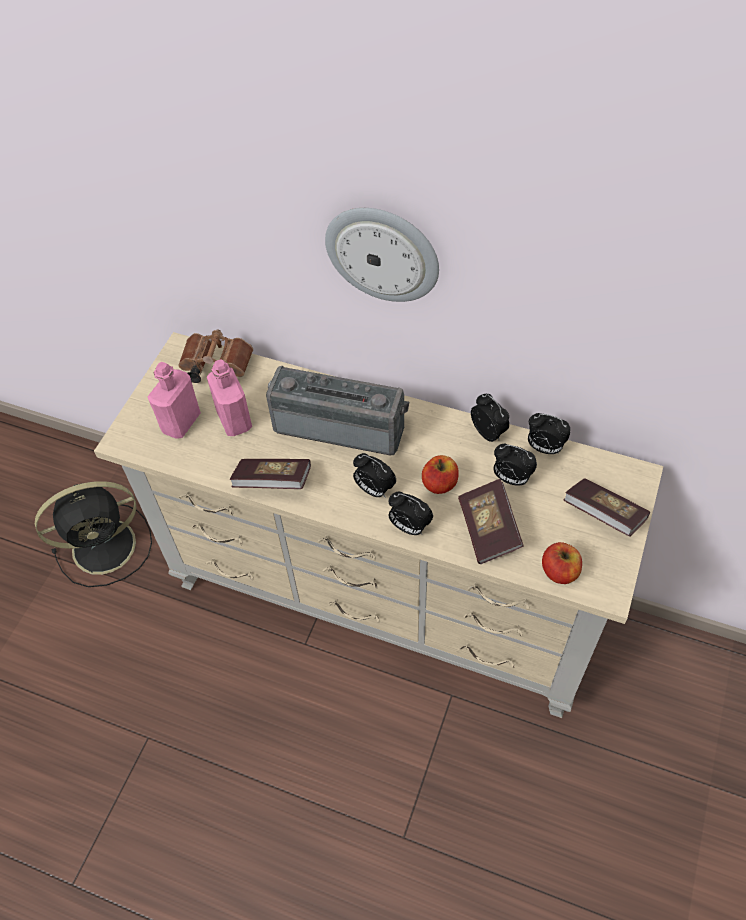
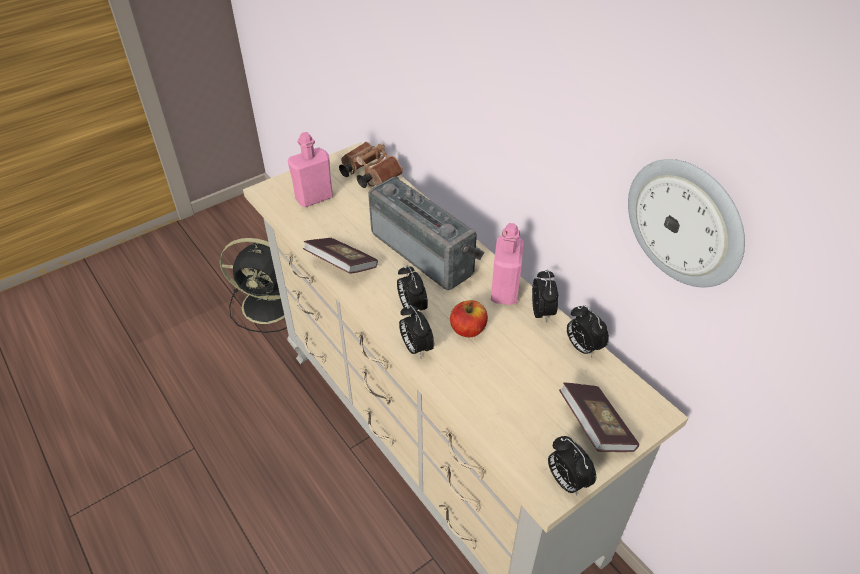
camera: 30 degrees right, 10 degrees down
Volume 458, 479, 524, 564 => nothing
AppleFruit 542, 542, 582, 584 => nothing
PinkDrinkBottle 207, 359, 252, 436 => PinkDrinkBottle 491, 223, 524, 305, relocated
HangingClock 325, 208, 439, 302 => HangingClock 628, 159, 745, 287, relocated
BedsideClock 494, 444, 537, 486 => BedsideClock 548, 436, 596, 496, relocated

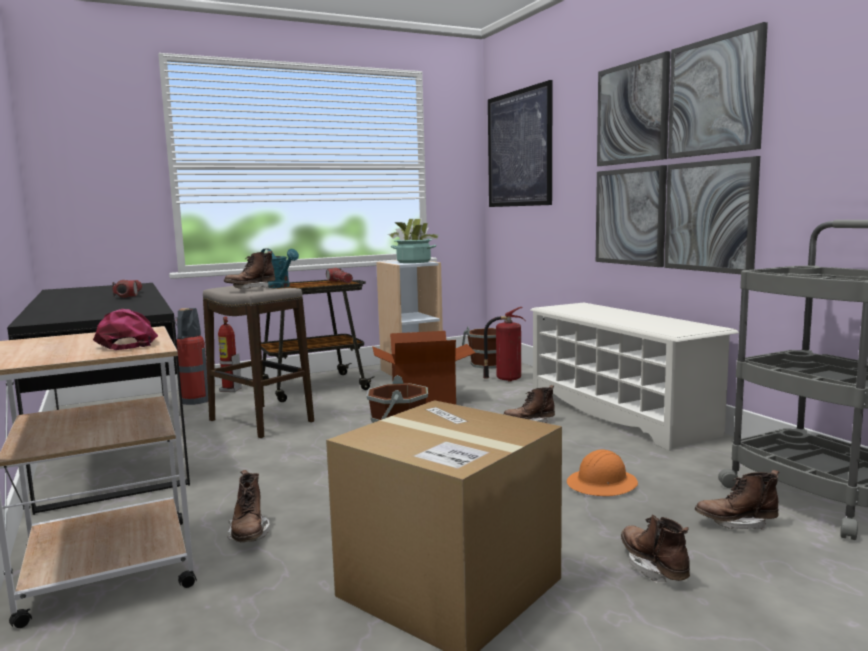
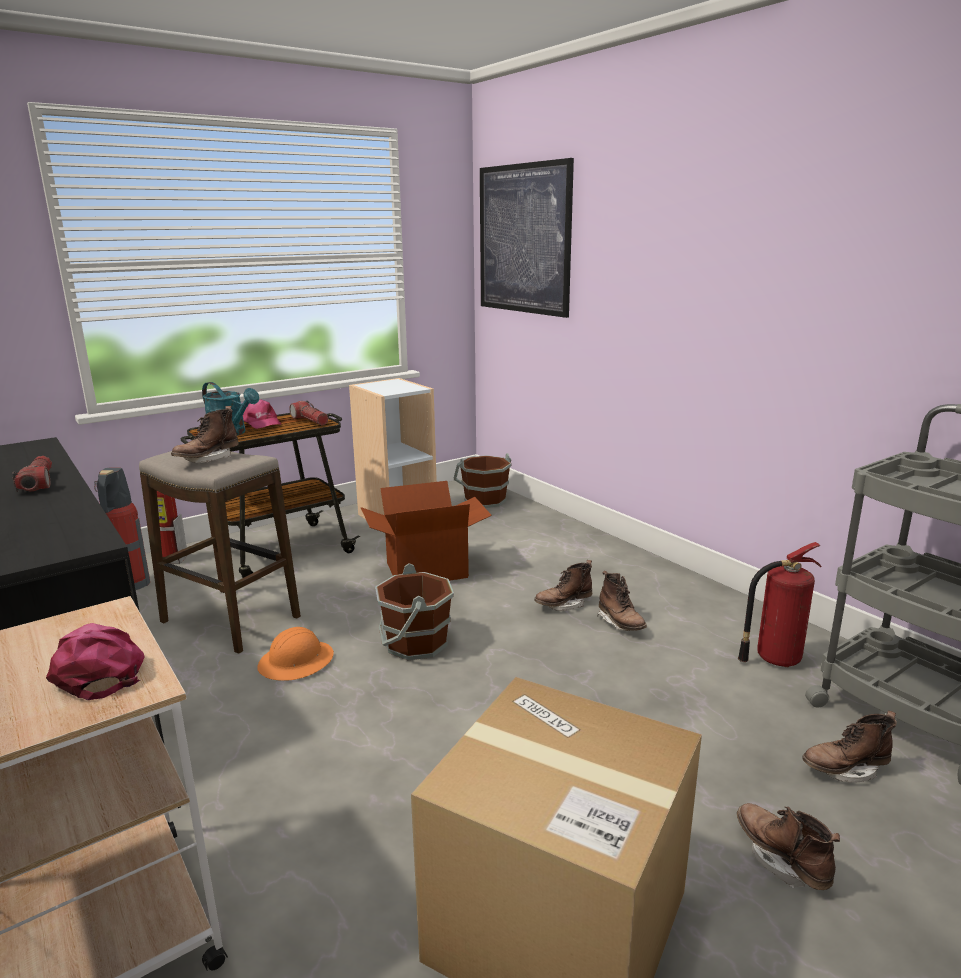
camera: 10 degrees left, 10 degrees up
Houseplant 388, 219, 439, 263 => nothing
WhiteShoeShelf 531, 303, 739, 451 => nothing
WallArt 596, 22, 768, 274 => nothing
nothing => PinkPeakedCap 243, 399, 281, 429
BrownishHighTopBoot 227, 470, 270, 542 => BrownishHighTopBoot 597, 571, 647, 631, relocated
FireExtinguisher 483, 307, 526, 382 => FireExtinguisher 738, 542, 822, 667, relocated
OrangeColouredSafetyHelmet 567, 449, 638, 496 => OrangeColouredSafetyHelmet 257, 627, 334, 681, relocated

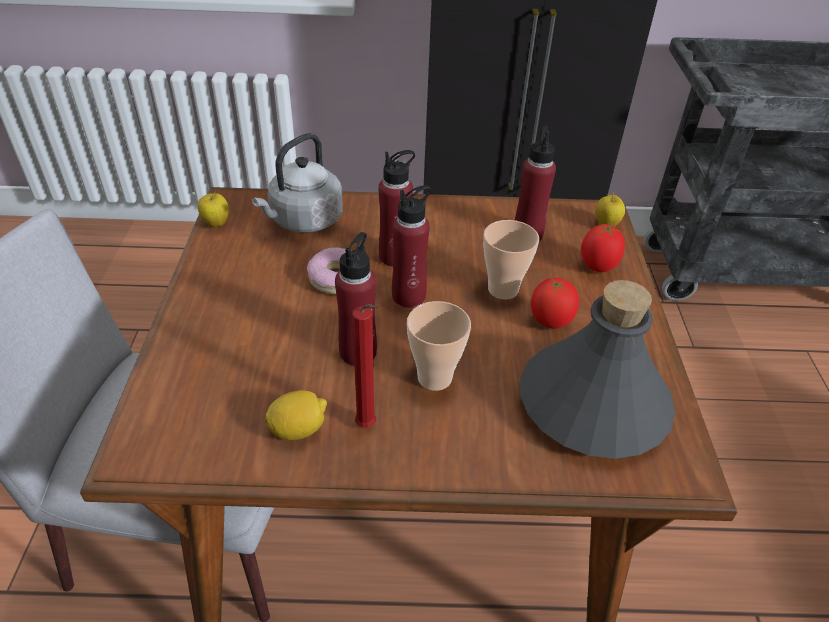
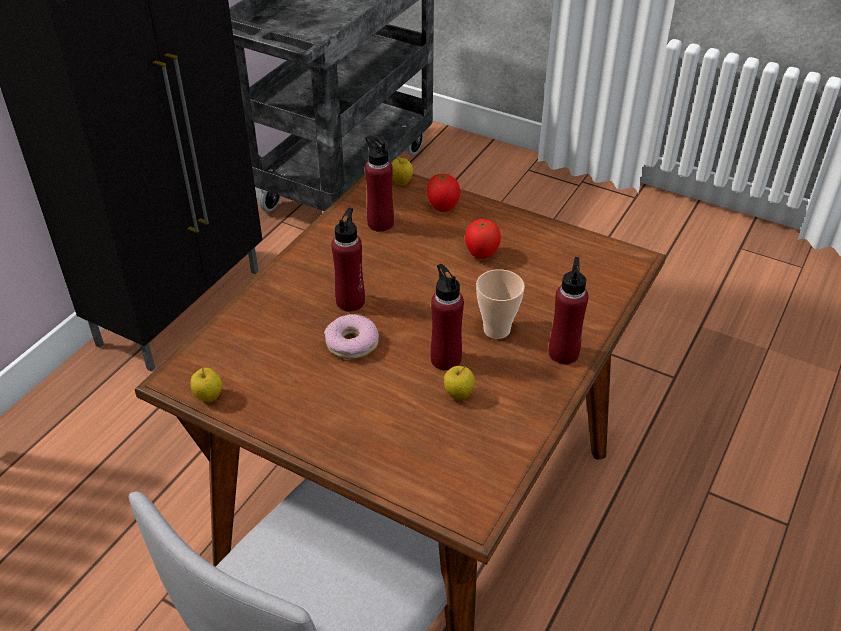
camera: 60 degrees left, 0 degrees up
GrayWaterKettle 252, 133, 343, 233 => nothing
CitrusFruit 265, 390, 327, 440 => nothing
ReddishWaxLight 352, 304, 378, 428 => nothing
DrinkingCup 483, 220, 539, 300 => nothing
GrayDrinkBottle 520, 280, 675, 459 => nothing
nothing => AppleFruit 444, 366, 475, 400
ReddishDrinkBottle 392, 185, 432, 308 => ReddishDrinkBottle 549, 257, 589, 365, relocated

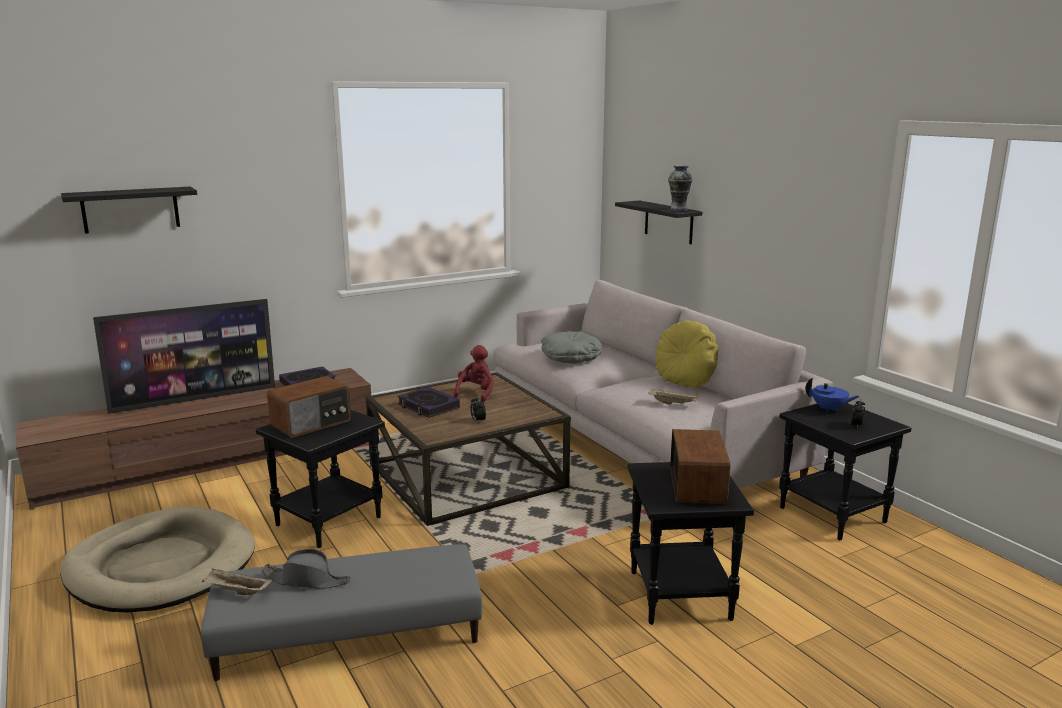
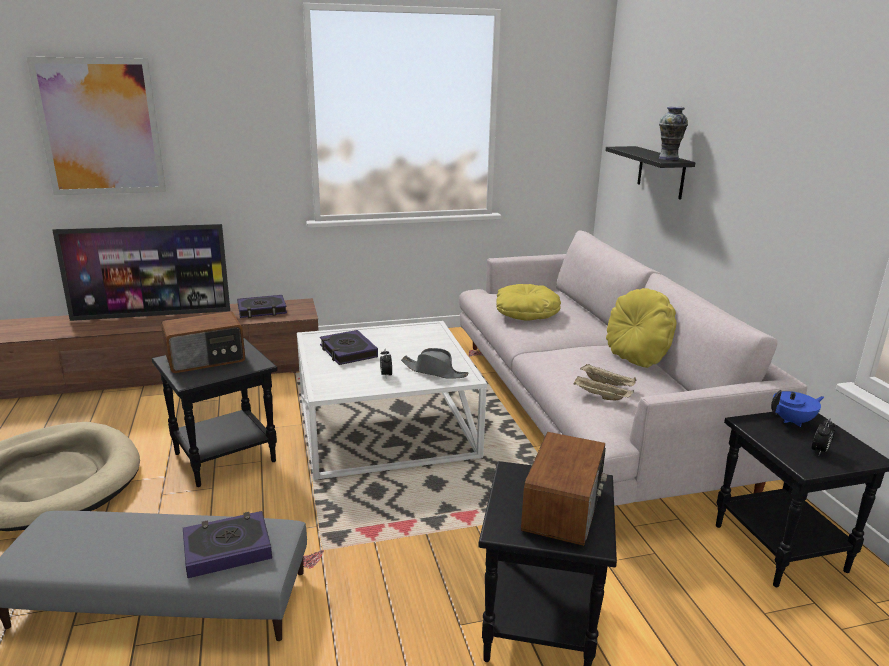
camera: 15 degrees right, 5 degrees up
ReddishSoftToy 453, 345, 494, 403 => nothing
nothing => Volume 183, 511, 272, 578
BeigeColouredServingTray 202, 569, 272, 595 => BeigeColouredServingTray 573, 376, 634, 400, relocated
GrayHat 261, 549, 351, 589 => GrayHat 401, 348, 468, 379, relocated
BlackBracketShelf 61, 187, 197, 234 => WallArt 27, 57, 166, 195
BrownishLoungeTable 366, 373, 571, 526 => WhiteLoungeTable 297, 321, 487, 480
GrayPillow 541, 331, 602, 363 => YellowishPillow 496, 284, 561, 321
BlueColouredTeaPot 806, 378, 860, 412 => BlueColouredTeaPot 771, 390, 824, 427, 60 degrees counterclockwise

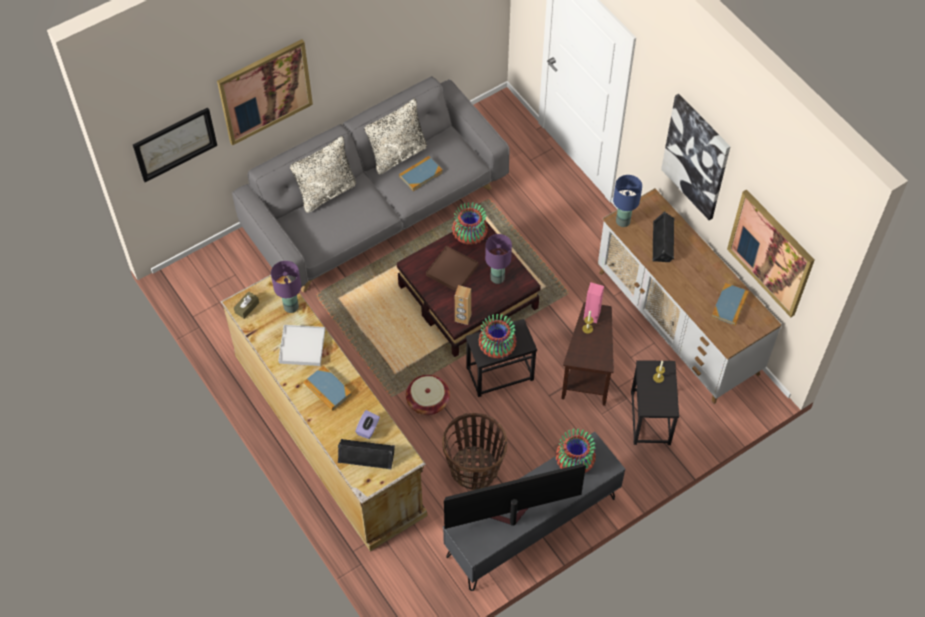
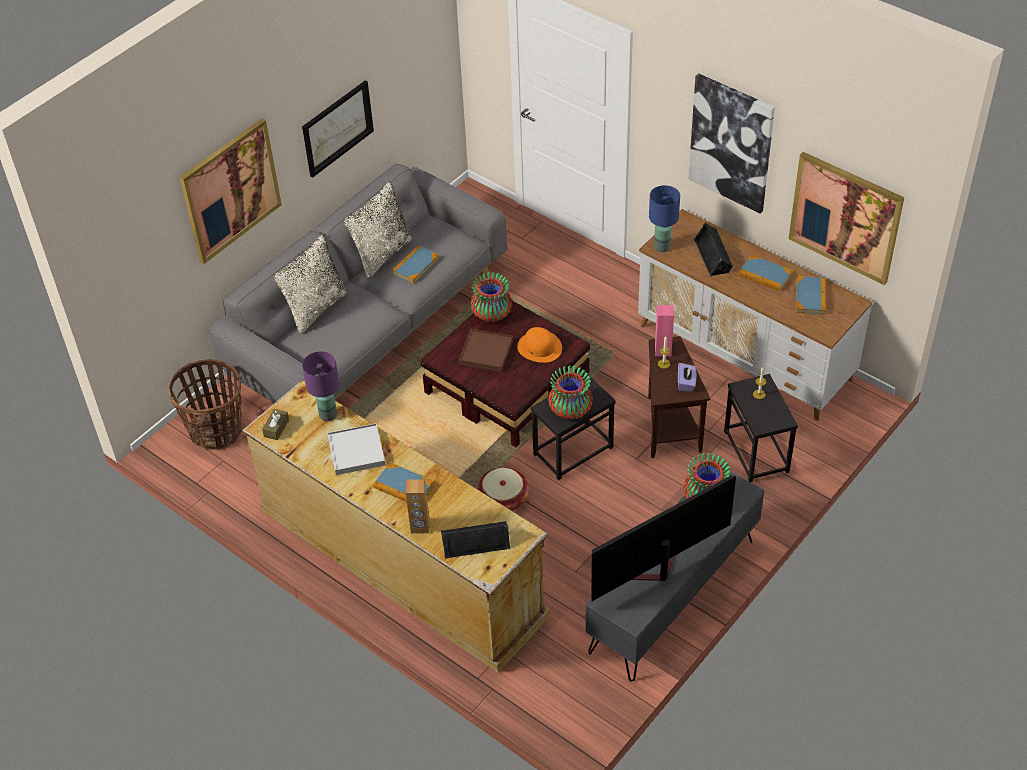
camera: 15 degrees left, 10 degrees down
nothing => Volume 738, 255, 793, 291
WallArt 133, 107, 217, 182 => WallArt 302, 80, 374, 178, relocated
PurplishBoxOfTissues 355, 410, 380, 439 => PurplishBoxOfTissues 678, 363, 696, 392, relocated
StorageBasket 442, 413, 507, 490 => StorageBasket 169, 359, 242, 449, relocated
BrownishAudioSpeaker 455, 285, 471, 325 => BrownishAudioSpeaker 406, 479, 430, 534, relocated
PurplishTabletopLamp 485, 234, 512, 284 => OrangeColouredHat 517, 327, 562, 363

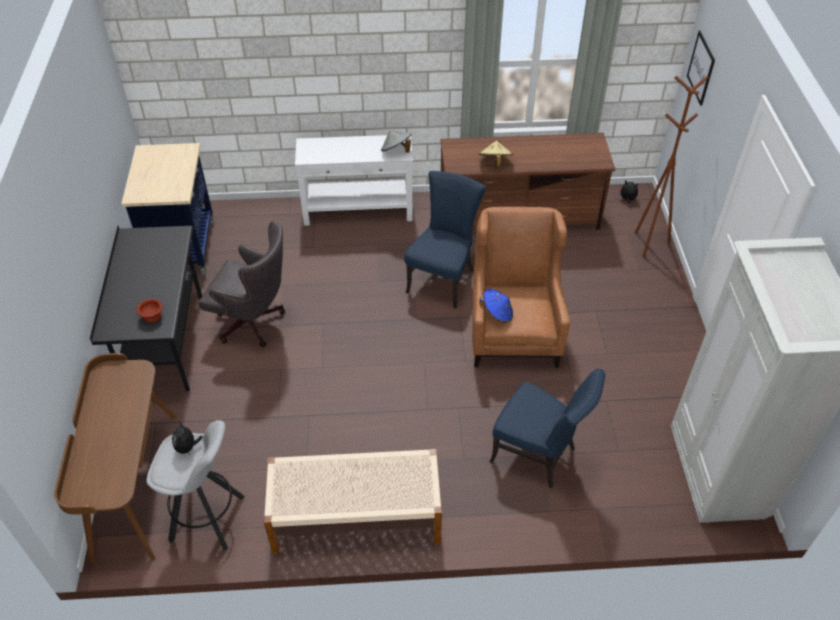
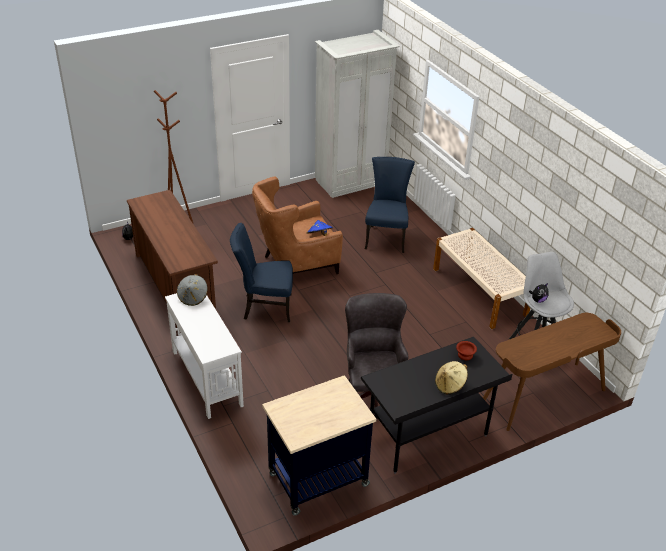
camera: 115 degrees left, 10 degrees down
WallArt 687, 31, 715, 106 => nothing
BeigeColouredHat 478, 141, 514, 169 => BeigeColouredHat 435, 361, 468, 395, relocated

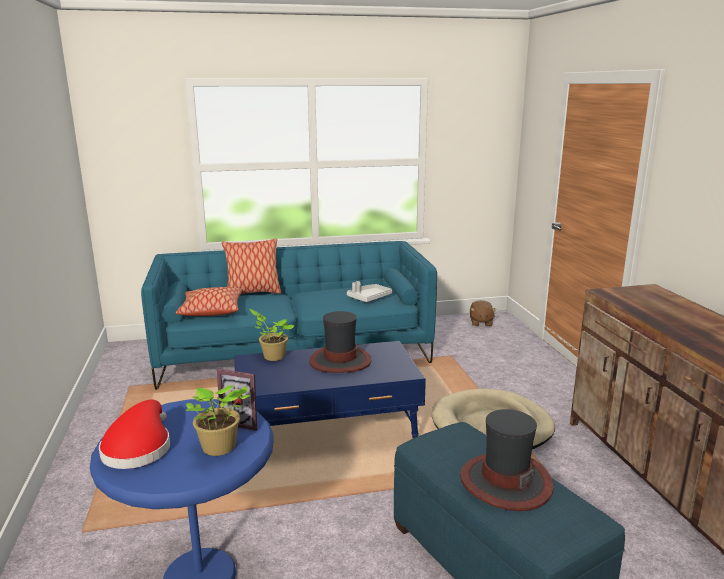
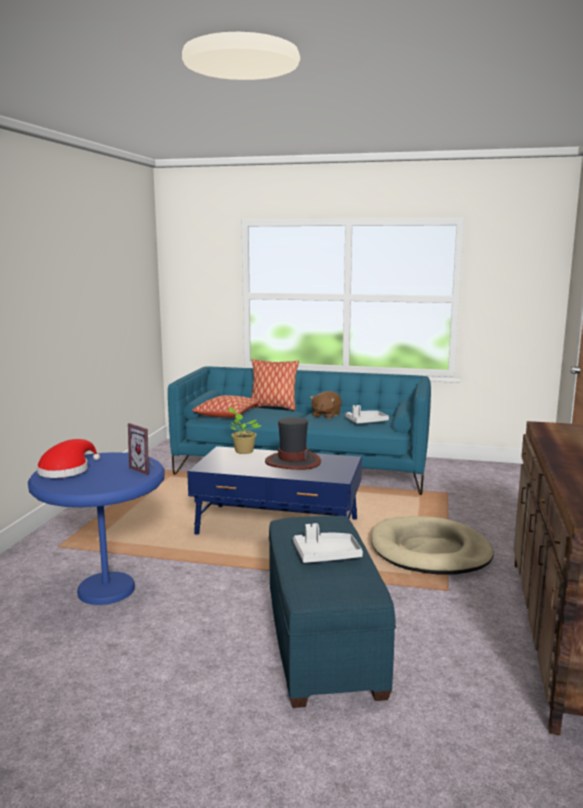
camera: 25 degrees right, 5 degrees down
Houseplant 186, 385, 250, 456 => nothing
BrownishSoftToy 470, 300, 496, 327 => BrownishSoftToy 310, 391, 342, 419, relocated
Hat 460, 409, 553, 511 => GrayServingTray 293, 523, 363, 563

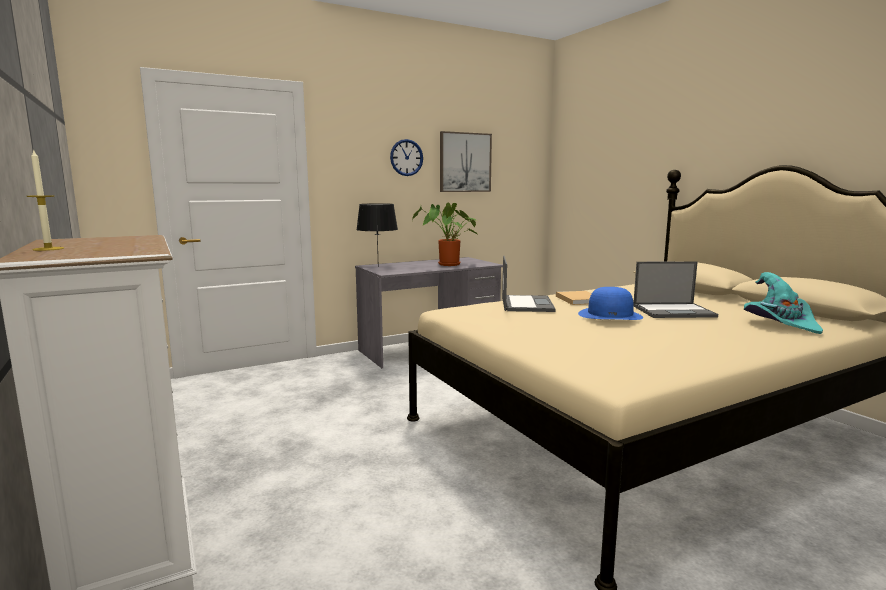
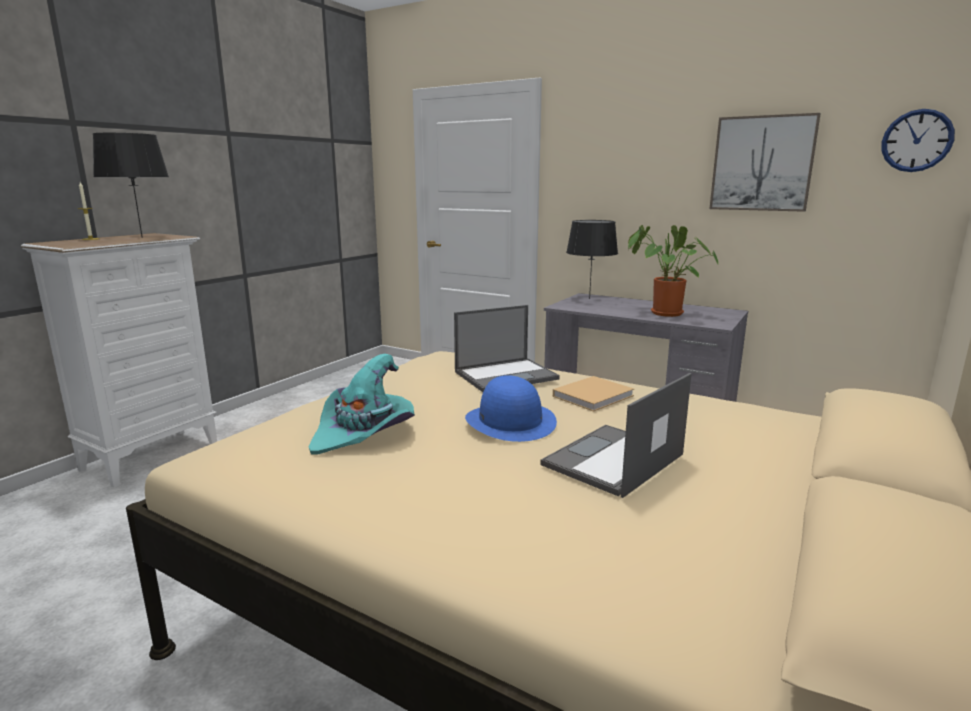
camera: 60 degrees right, 5 degrees up
nothing => BlackTabletopLamp 93, 133, 169, 238
HangingClock 390, 139, 423, 176 => HangingClock 882, 109, 955, 172, relocated
BlueGreenHat 744, 272, 823, 334 => BlueGreenHat 309, 354, 415, 455, relocated
Laptop 633, 261, 718, 318 => Laptop 540, 373, 691, 498, 75 degrees clockwise

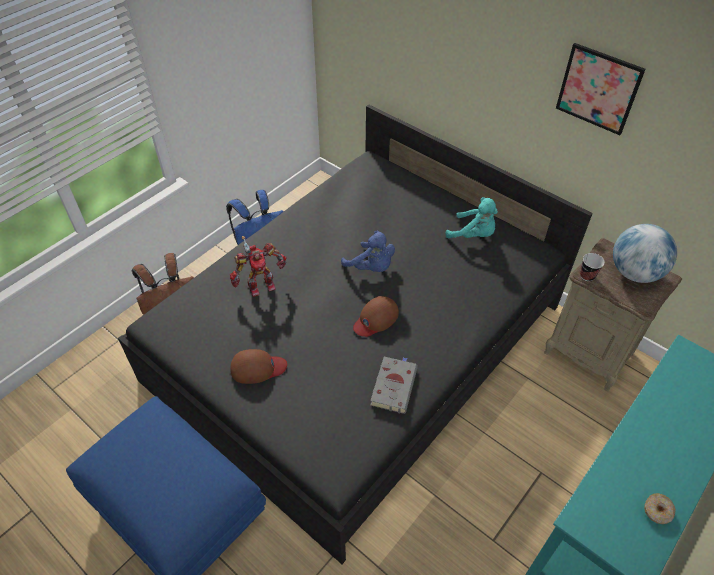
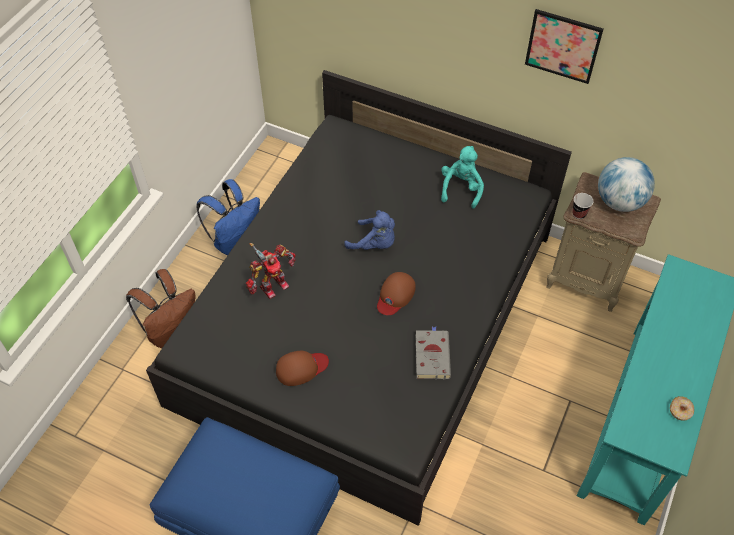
camera: 15 degrees left, 5 degrees up
BlueGreenSoftToy 445, 197, 498, 238 => BlueGreenSoftToy 441, 146, 484, 209, 90 degrees counterclockwise

